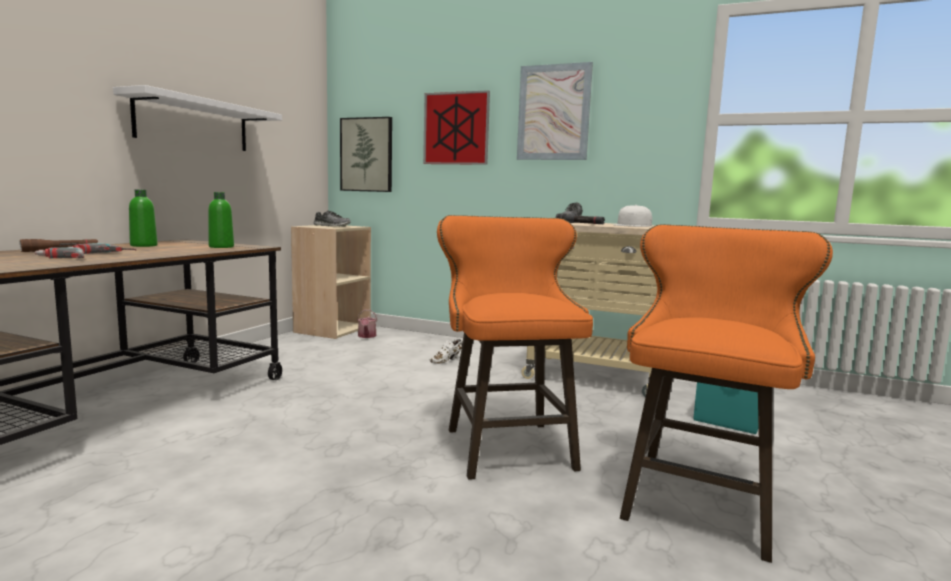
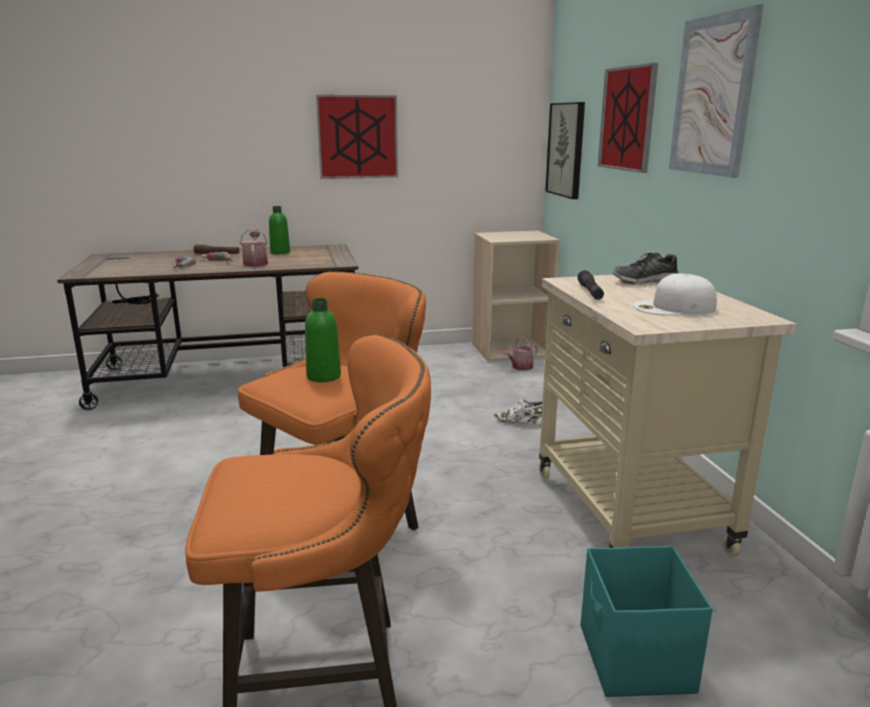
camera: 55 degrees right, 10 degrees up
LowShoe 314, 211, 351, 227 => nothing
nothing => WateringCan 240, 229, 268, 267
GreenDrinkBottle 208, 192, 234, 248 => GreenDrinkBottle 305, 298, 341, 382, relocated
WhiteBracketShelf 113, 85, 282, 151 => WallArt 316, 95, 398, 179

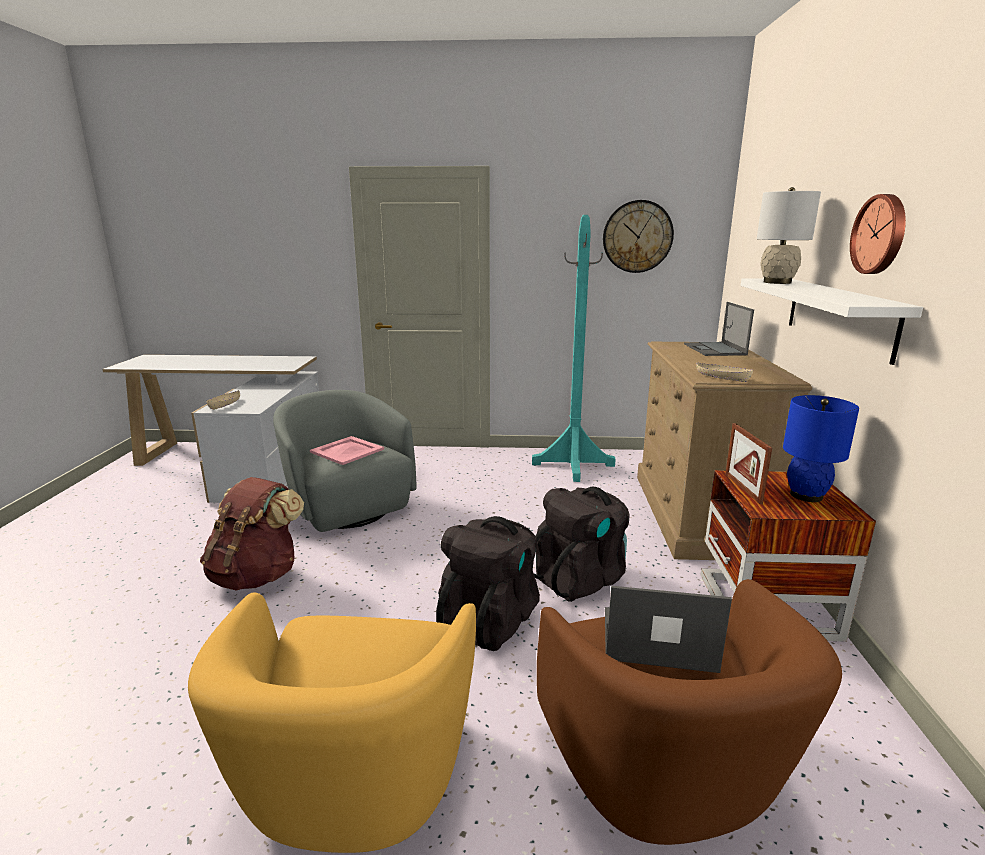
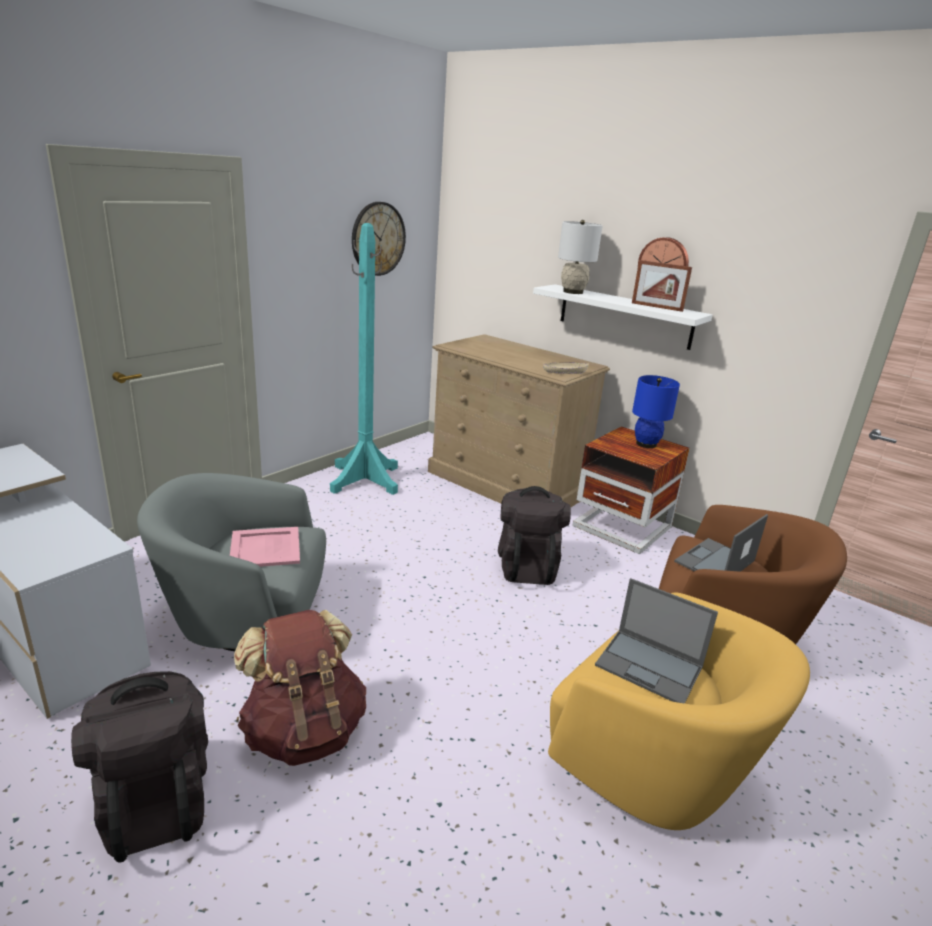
camera: 55 degrees left, 5 degrees up
BeigeColouredDeepDish 206, 390, 240, 410 => nothing
BlackKnapsack 436, 516, 540, 651 => BlackKnapsack 71, 671, 208, 863, relocated
Laptop 684, 302, 754, 356 => Laptop 595, 578, 718, 704, relocated
PictureFrame 725, 423, 772, 504 => PictureFrame 632, 260, 692, 312, relocated

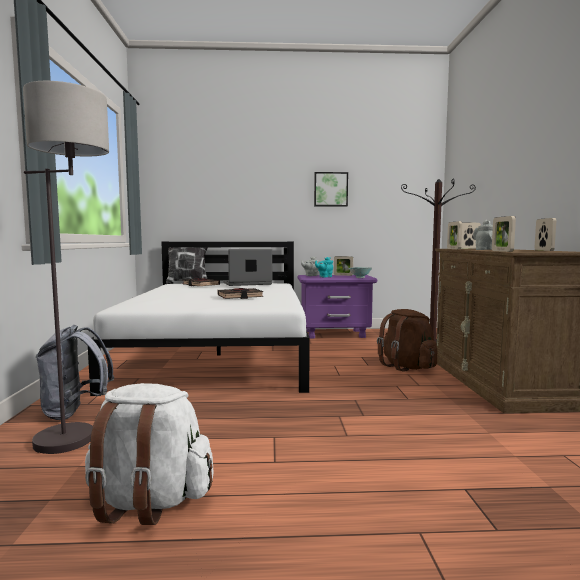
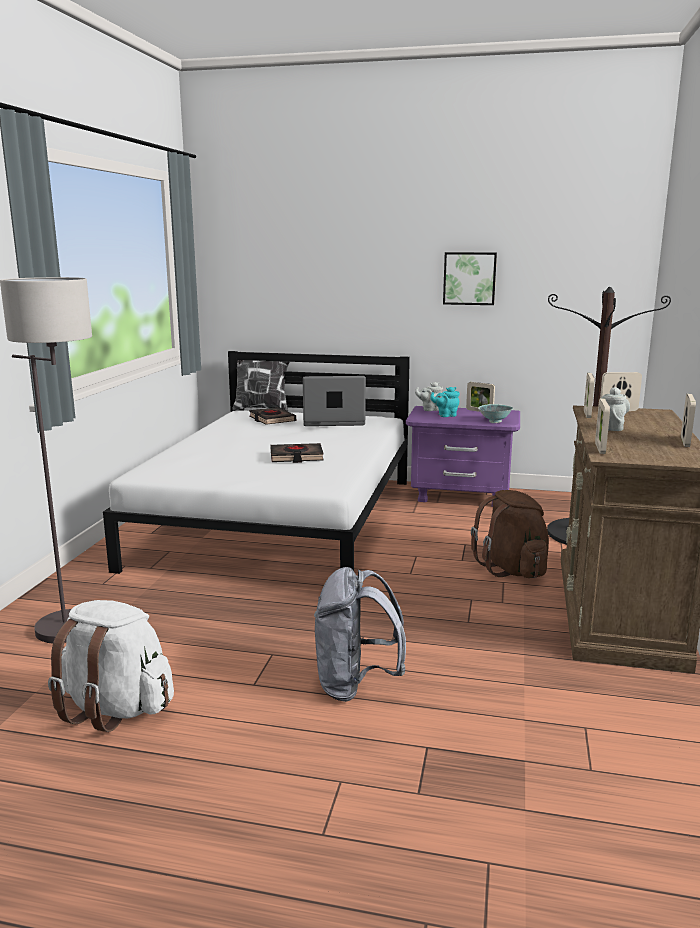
camera: 15 degrees right, 10 degrees up
GrayKnapsack 36, 325, 114, 420 => GrayKnapsack 314, 567, 406, 702, relocated

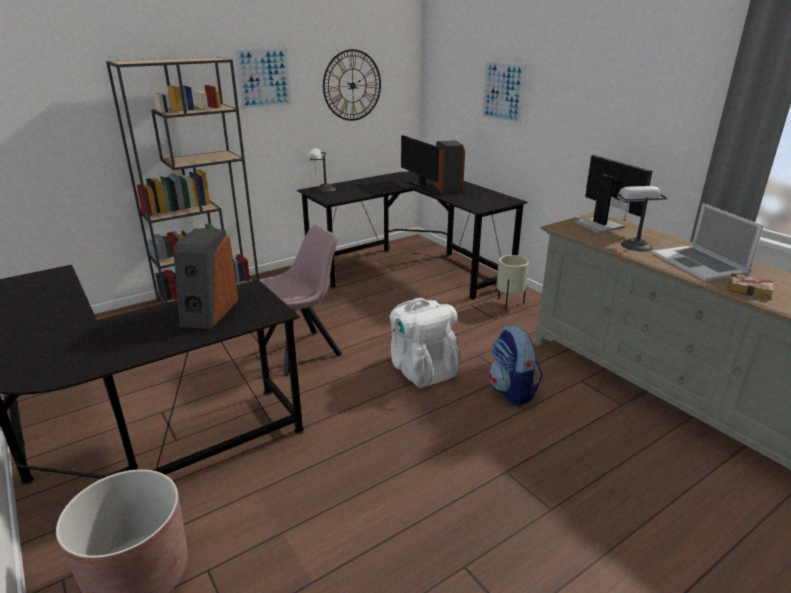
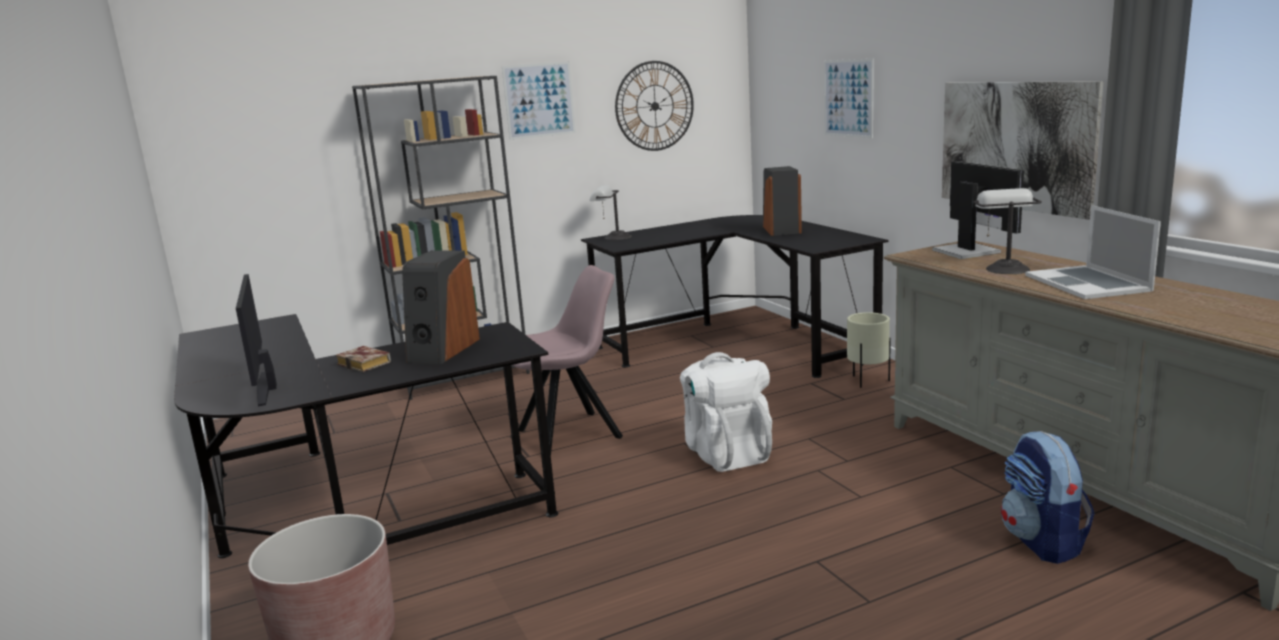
camera: 10 degrees right, 10 degrees down
nothing => WallArt 942, 81, 1103, 220
ComputerScreen 401, 135, 439, 192 => ComputerScreen 236, 274, 277, 406, relocated
Knapsack 489, 325, 542, 406 => Knapsack 1001, 431, 1095, 564, relocated
Volume 728, 274, 774, 299 => Volume 336, 346, 391, 372, relocated

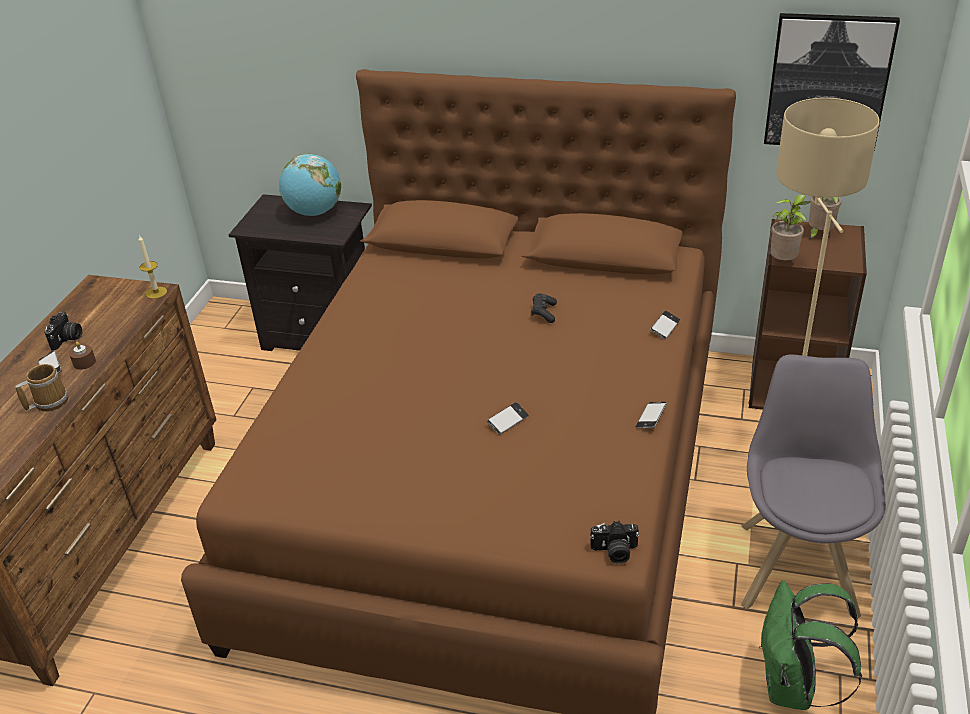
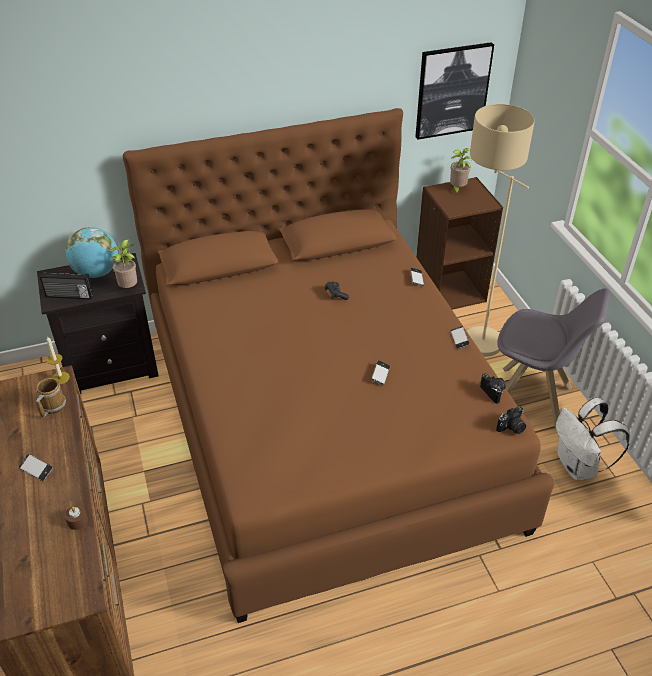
camera: 35 degrees left, 5 degrees up
nothing => Radio 40, 272, 93, 299
TeaMug 15, 364, 69, 412 => TeaMug 36, 378, 66, 418, relocated
StillCamera 44, 311, 82, 350 => StillCamera 480, 373, 506, 404, relocated
BrownishWaxLight 69, 342, 96, 370 => BrownishWaxLight 65, 505, 88, 530, relocated
Houseplant 770, 194, 810, 260 => Houseplant 110, 239, 137, 288, relocated
GreenKnapsack 759, 581, 862, 710 => WhiteKnapsack 556, 398, 630, 480
GrayChair 741, 355, 886, 619 => GrayChair 497, 288, 611, 429, 135 degrees clockwise

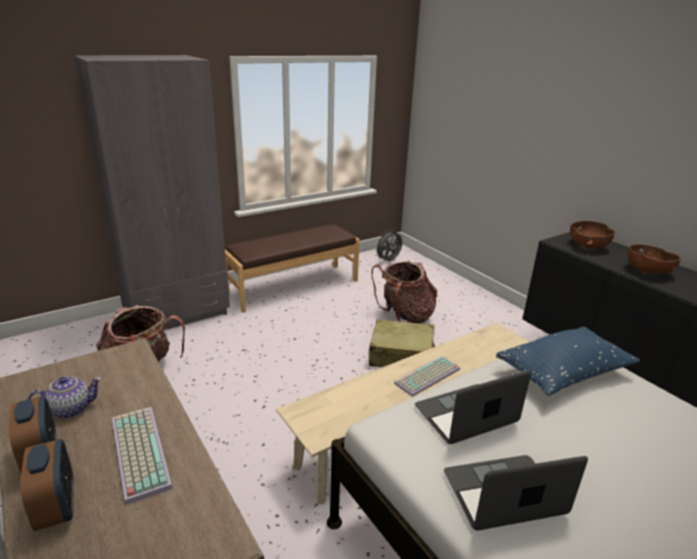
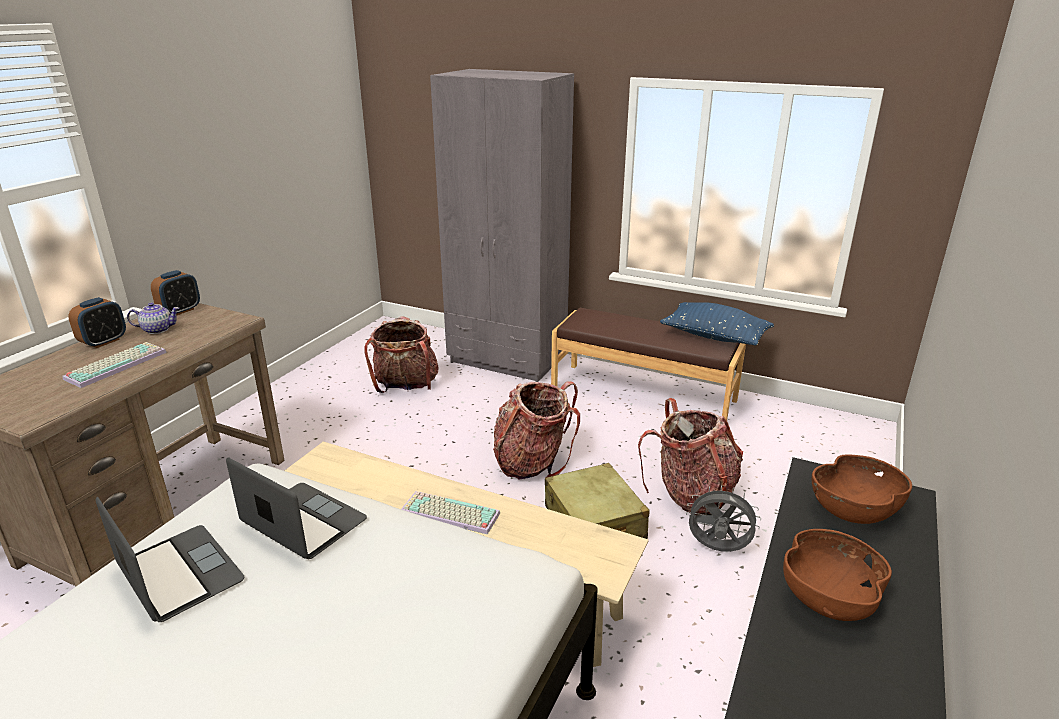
camera: 60 degrees right, 0 degrees up
nothing => Knapsack 493, 381, 580, 480
BedsideClock 20, 439, 74, 531 => BedsideClock 151, 270, 200, 316, relocated
GrayFan 374, 229, 402, 261 => GrayFan 686, 485, 761, 552, relocated
BlueColouredPillow 496, 327, 640, 396 => BlueColouredPillow 660, 302, 774, 345, relocated
TeaPot 28, 376, 102, 419 => TeaPot 127, 302, 179, 334, 45 degrees counterclockwise

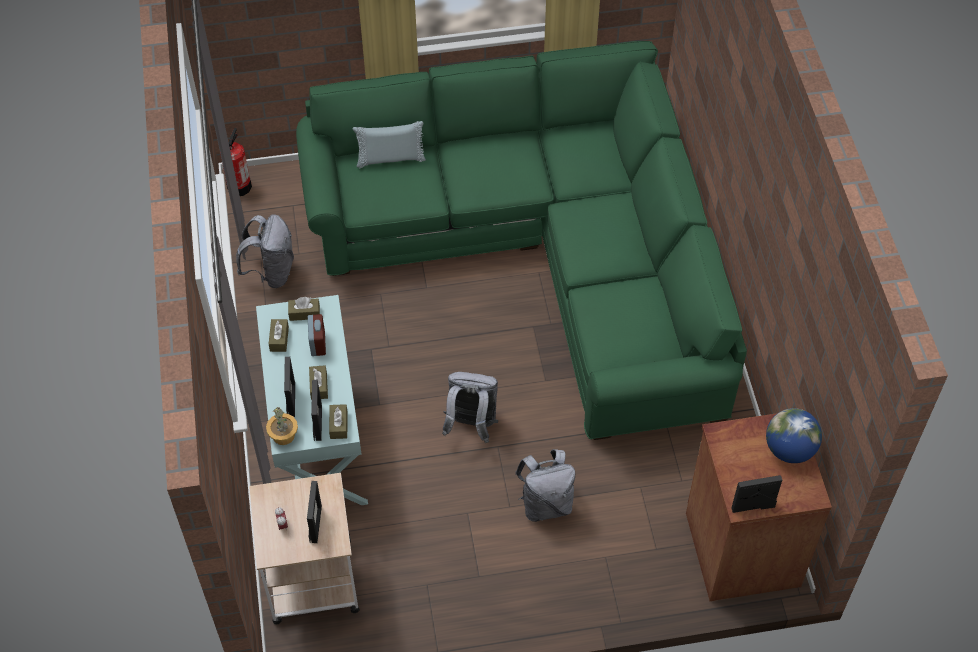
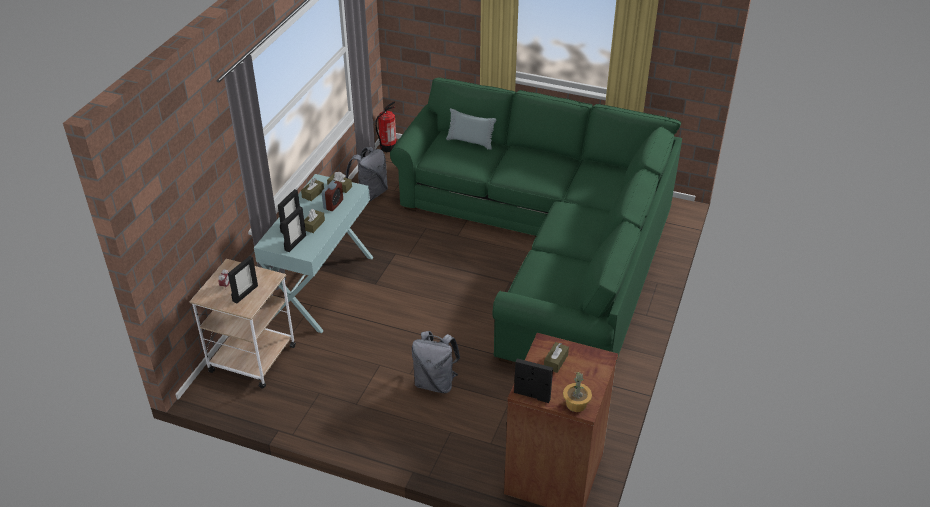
camera: 30 degrees right, 15 degrees down
GrayKnapsack 442, 372, 498, 443 => nothing
WorldGlobe 766, 408, 822, 463 => nothing
Houseplant 266, 407, 298, 445 => Houseplant 563, 372, 592, 412, relocated
BrownishBoxOfTissues 329, 404, 348, 439 => BrownishBoxOfTissues 544, 342, 569, 373, relocated

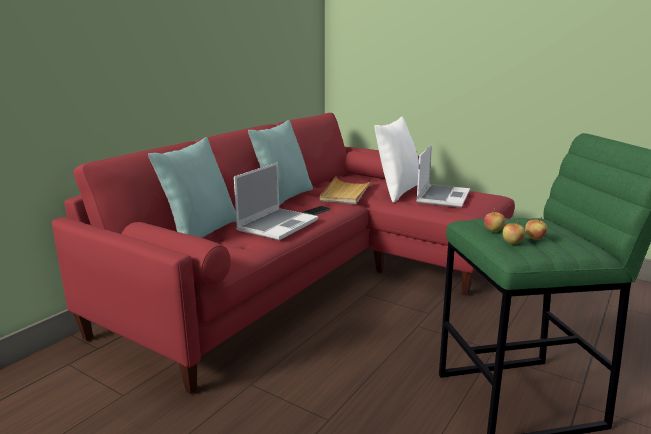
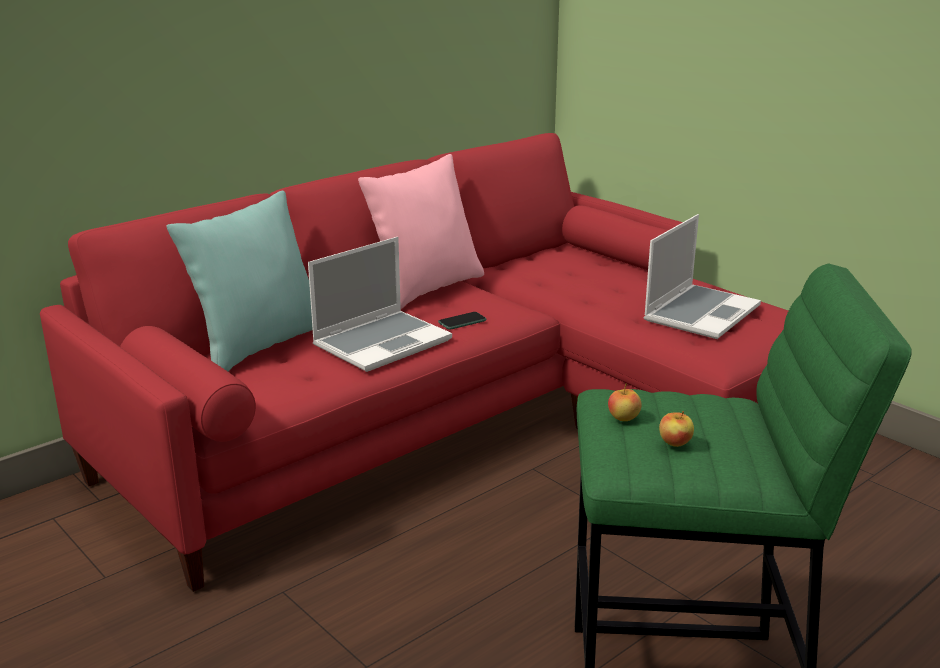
camera: 15 degrees right, 5 degrees up
BeigeColouredServingTray 320, 176, 373, 204 => nothing
WhitePillow 374, 117, 419, 203 => nothing
AppleFruit 502, 220, 525, 244 => nothing
BlueGreenPillow 248, 120, 313, 205 => PinkPillow 358, 154, 484, 309

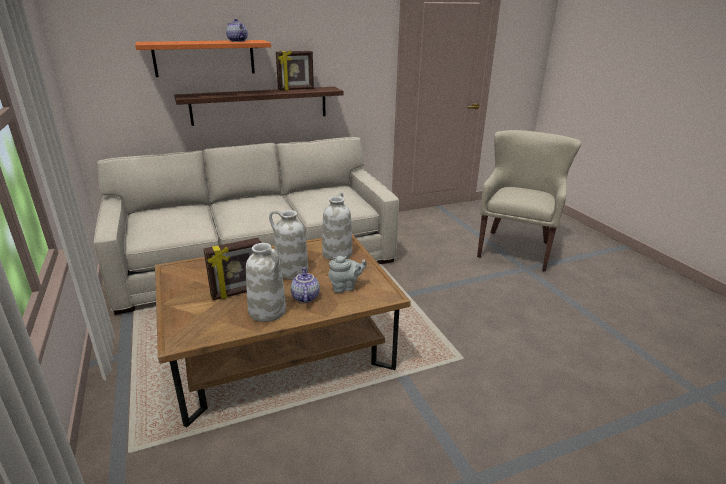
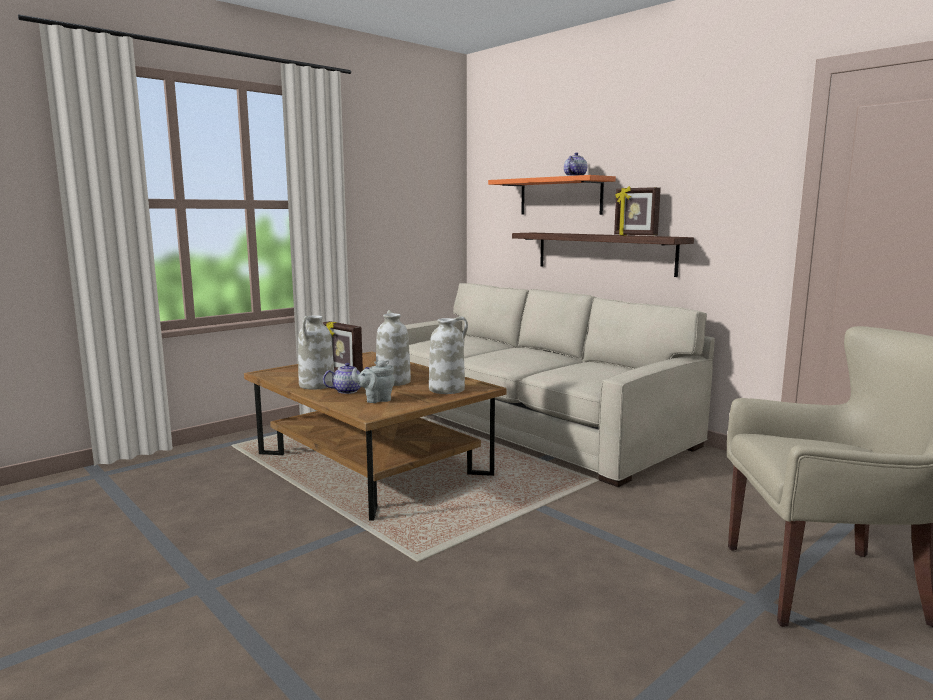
camera: 70 degrees right, 15 degrees down
GrayTeaPot 328, 256, 367, 293 => GrayTeaPot 352, 360, 395, 403, 105 degrees clockwise

